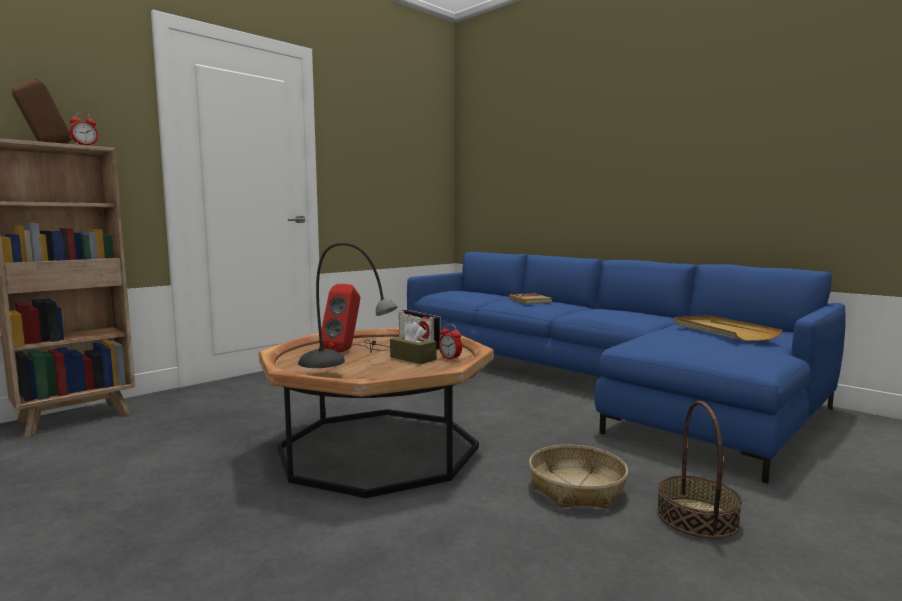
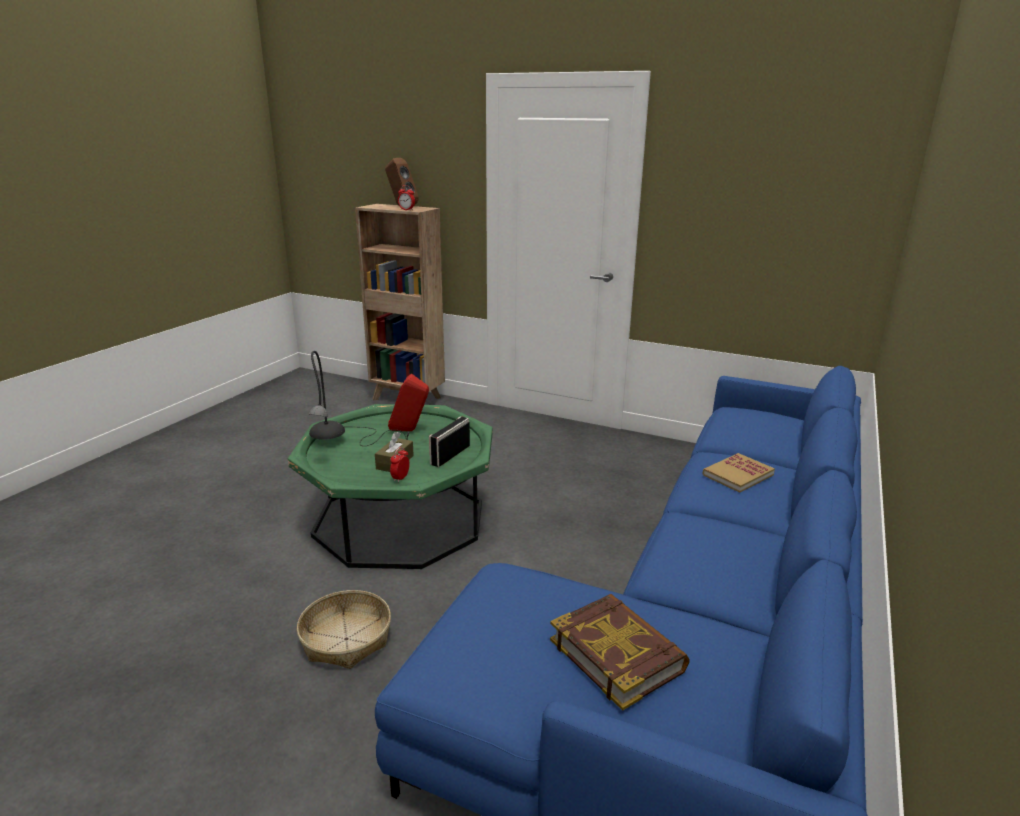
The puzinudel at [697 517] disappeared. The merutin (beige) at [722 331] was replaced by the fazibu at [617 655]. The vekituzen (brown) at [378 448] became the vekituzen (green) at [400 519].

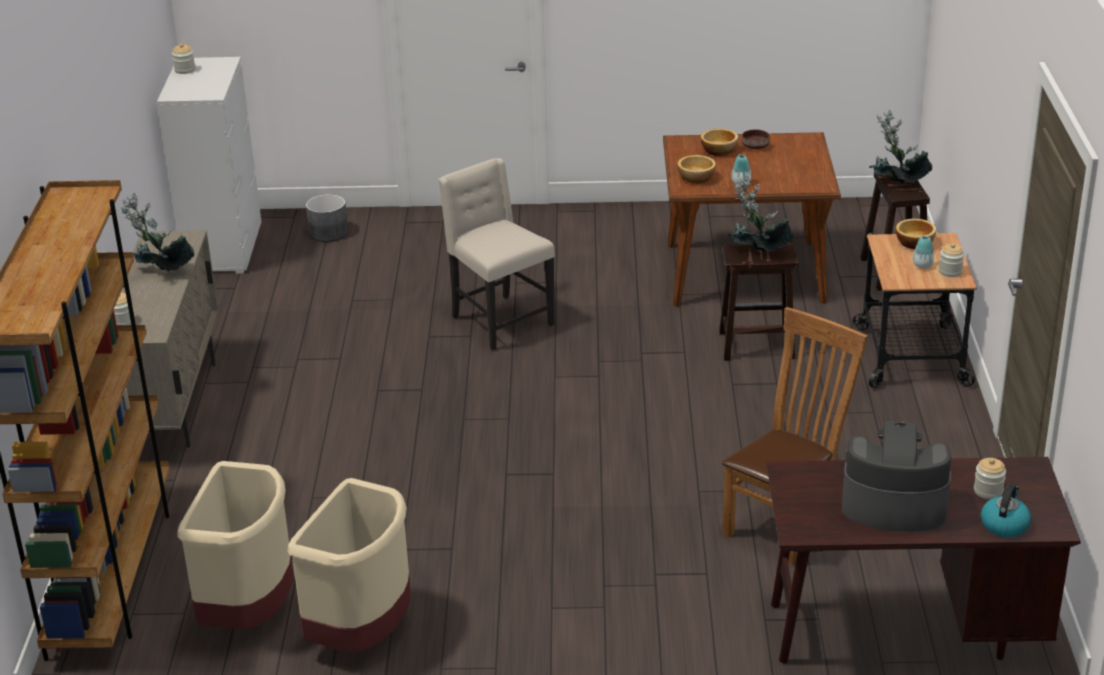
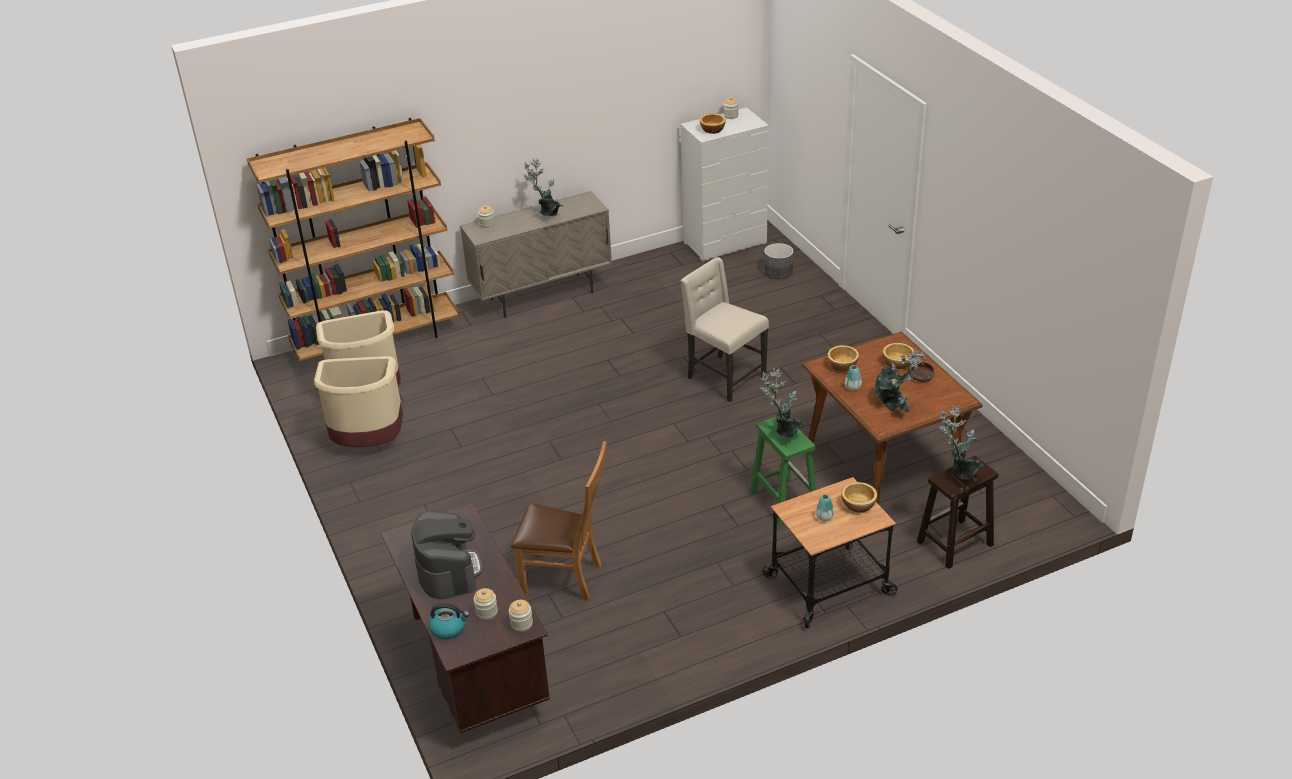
The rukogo at [712 129] appeared. The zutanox at [895 406] appeared. The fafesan moved from [950 271] to [521 624]. The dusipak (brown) at [755 345] became the dusipak (green) at [783 500]. The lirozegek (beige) at [499 321] turned 75 degrees counterclockwise.

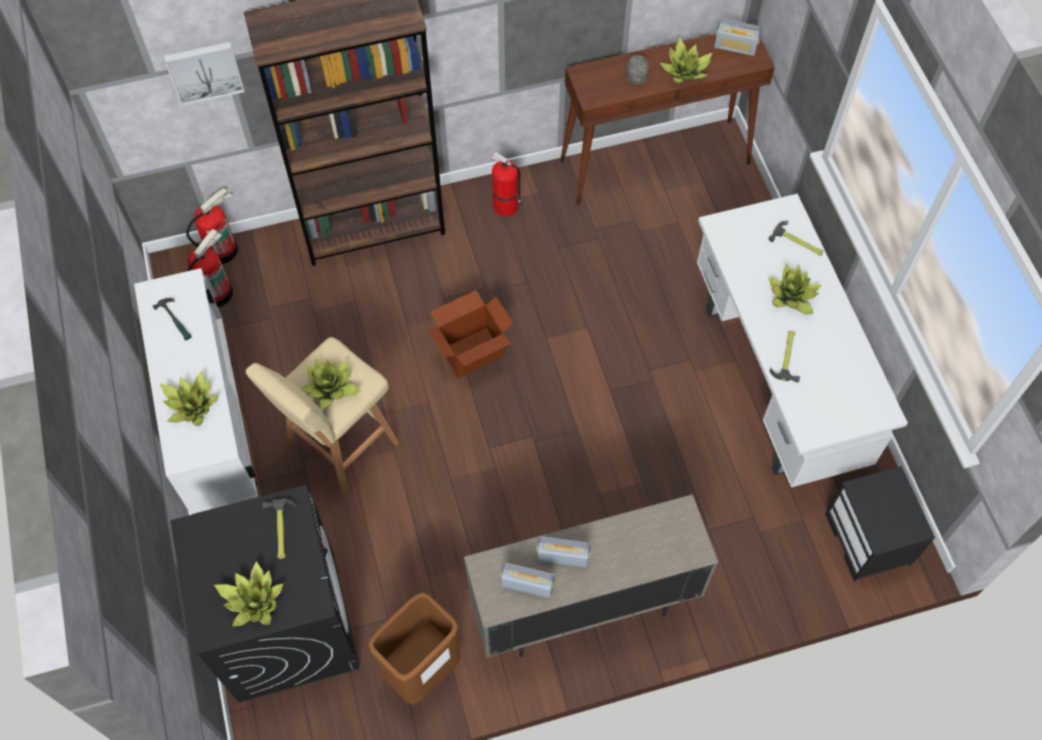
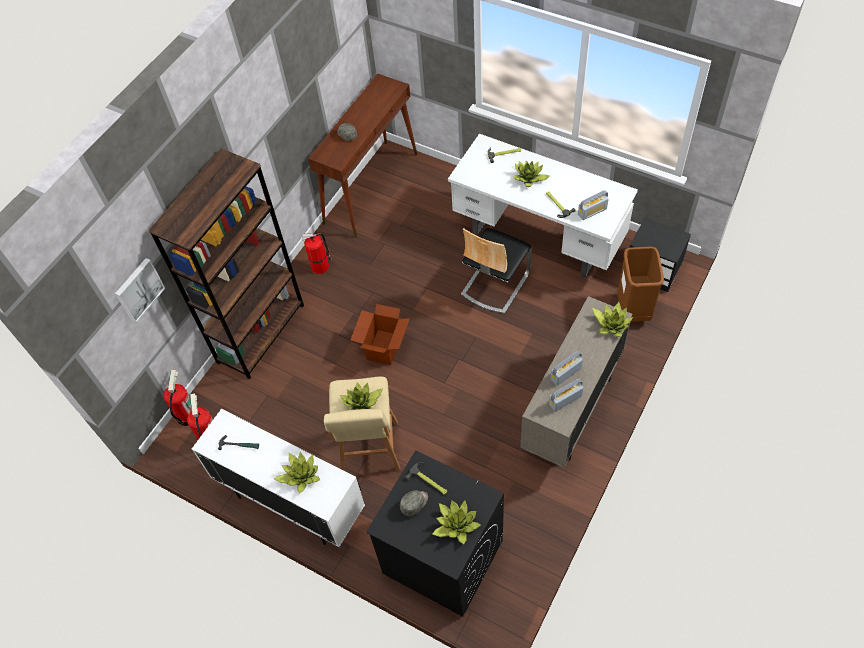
The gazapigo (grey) at [414 503] appeared. The lirozegek at [494 284] appeared. The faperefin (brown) moved from [422 670] to [633 310]. The zutanox moved from [685 70] to [611 324]. The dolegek moved from [735 47] to [592 211].

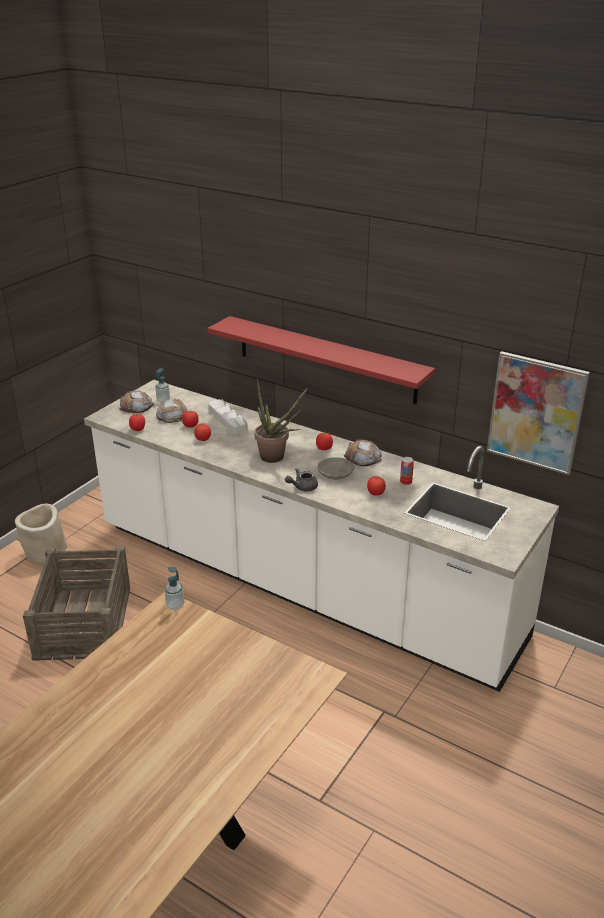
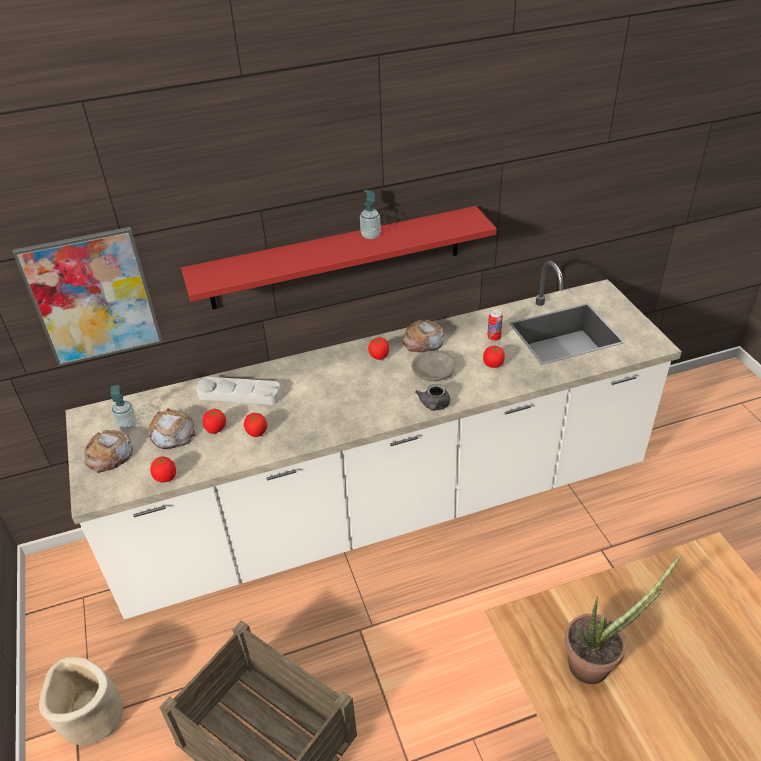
The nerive moved from [175 605] to [370 235]. The zutanox moved from [276 458] to [596 662]. The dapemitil moved from [536 412] to [92 297].

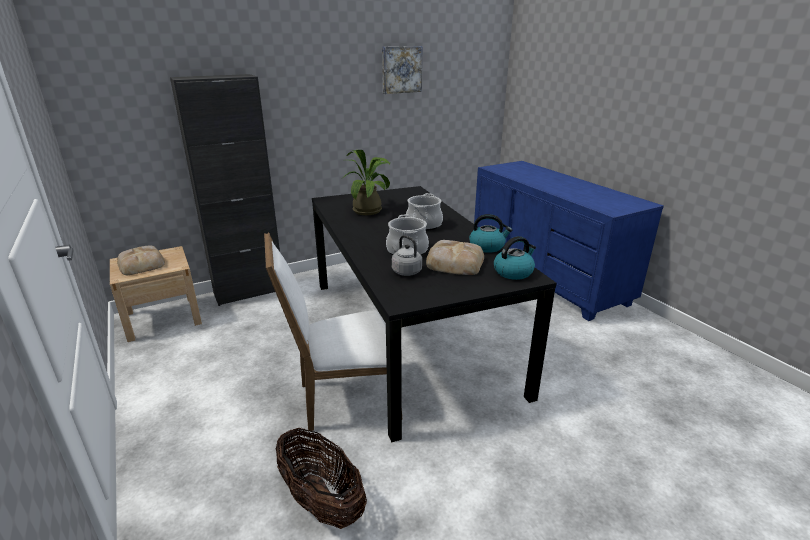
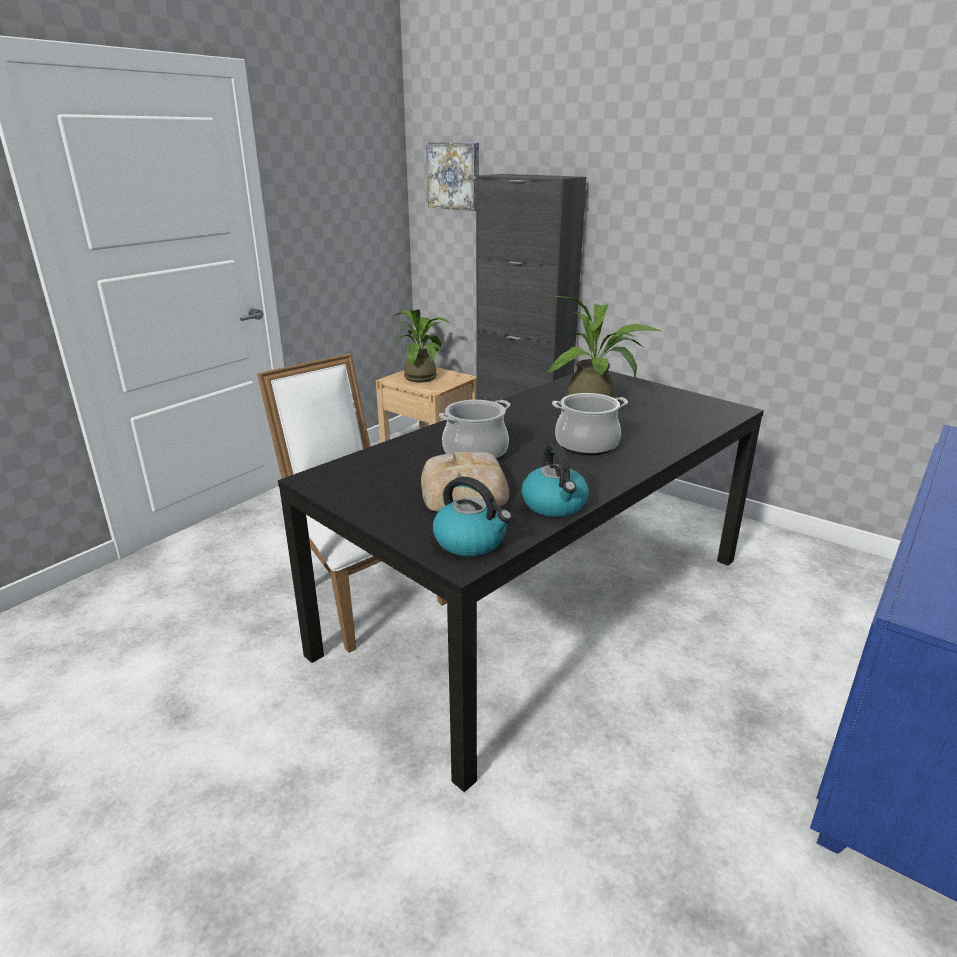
The puzinudel at [322 501] disappeared. The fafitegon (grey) at [405 271] disappeared. The dapemitil moved from [401 69] to [454 176]. The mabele at [142 264] was replaced by the zutanox at [422 376].

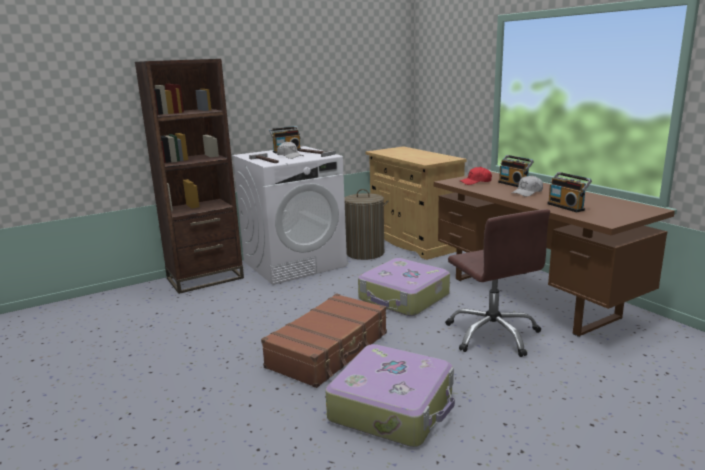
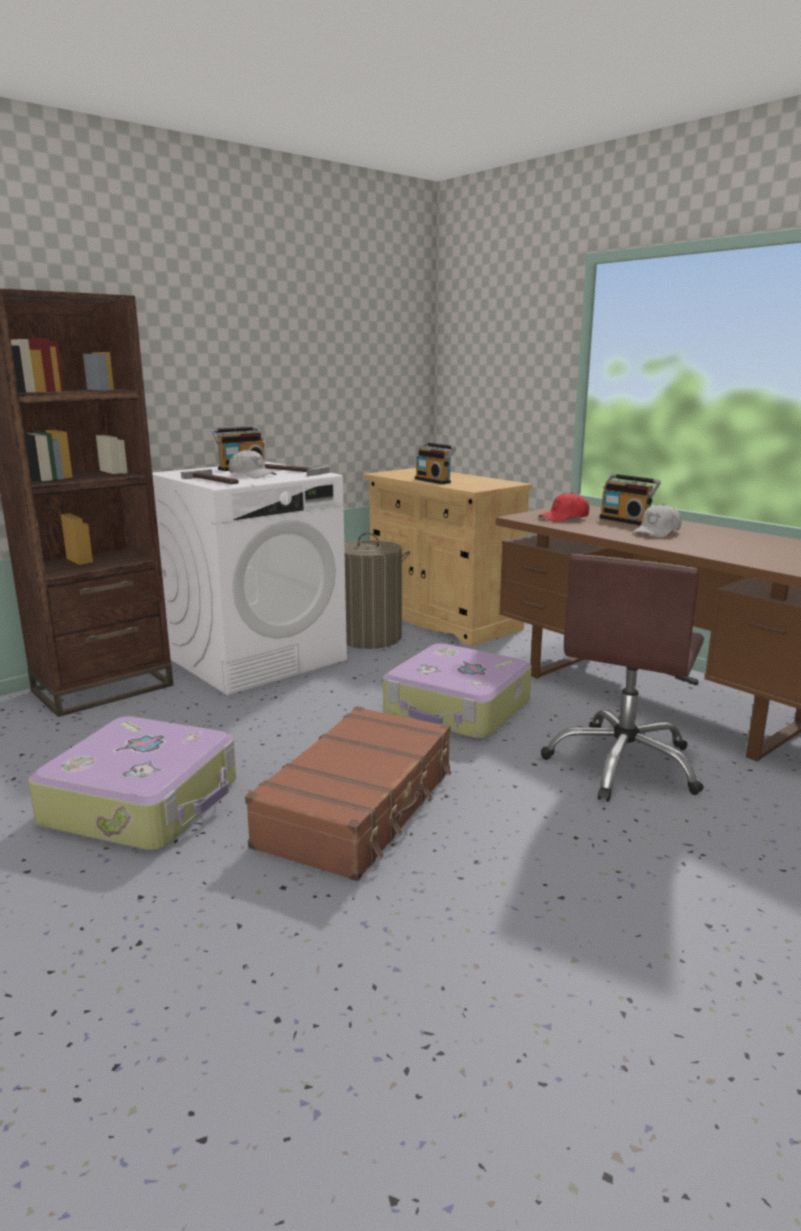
The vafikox moved from [393 407] to [144 802]. The dolegek moved from [567 207] to [434 481]. The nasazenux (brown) at [493 334] turned 60 degrees clockwise.

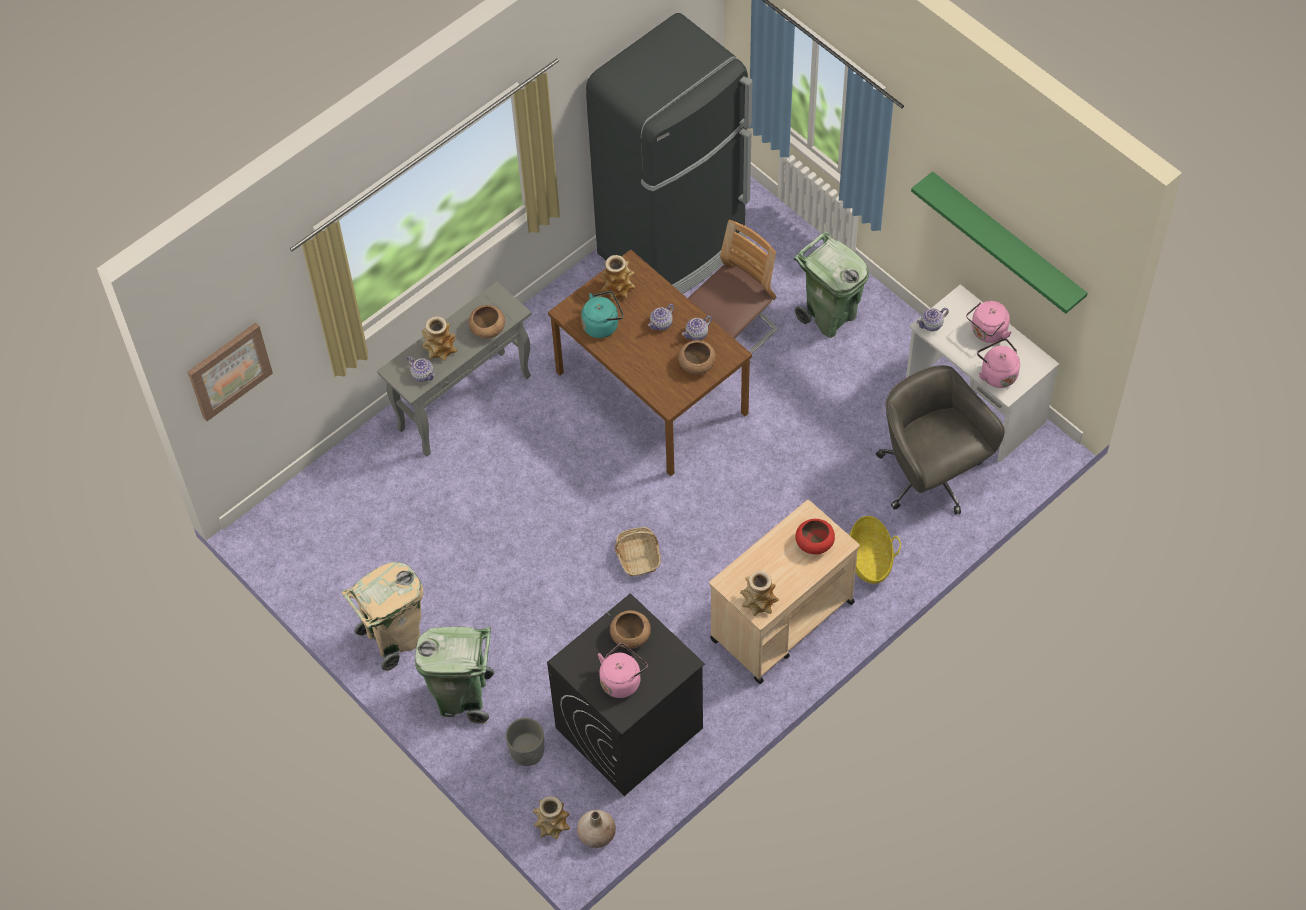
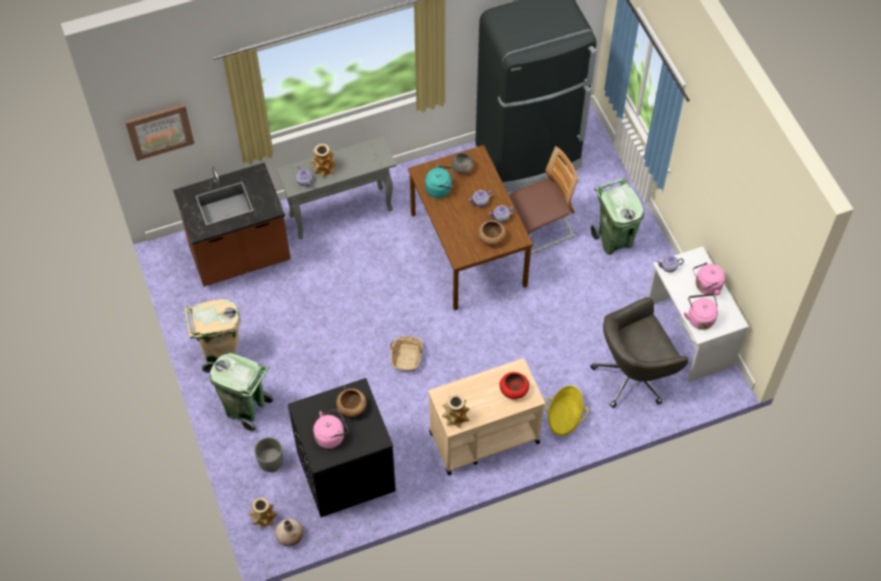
The rukogo (brown) at [487 329] disappeared. The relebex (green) at [1006 242] disappeared. The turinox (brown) at [240 257] appeared. The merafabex at [618 288] was replaced by the rukogo (grey) at [462 168]. The nasazenux (grey) at [930 477] turned 105 degrees counterclockwise.

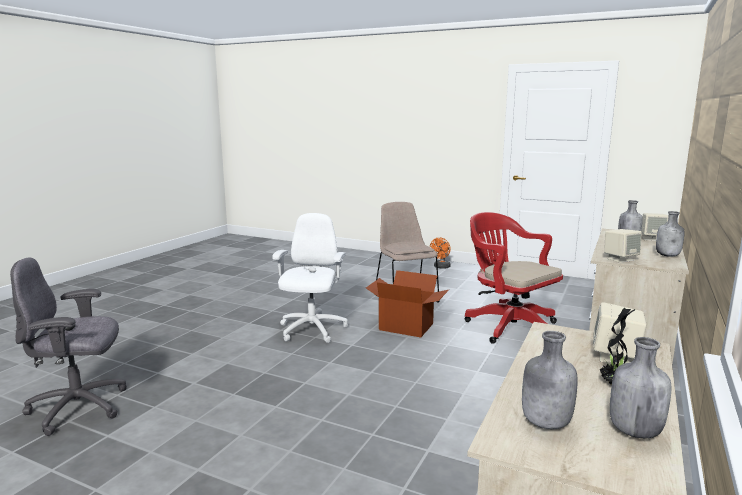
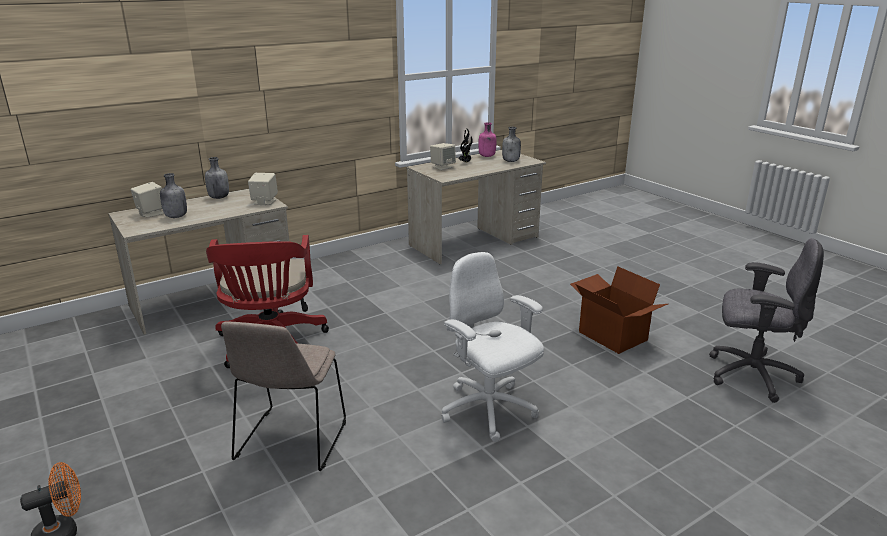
The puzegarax moved from [406 326] to [611 336]. The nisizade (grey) at [634 430] became the nisizade (pink) at [486 156]. The nasazenux (white) at [311 330] turned 105 degrees clockwise.

